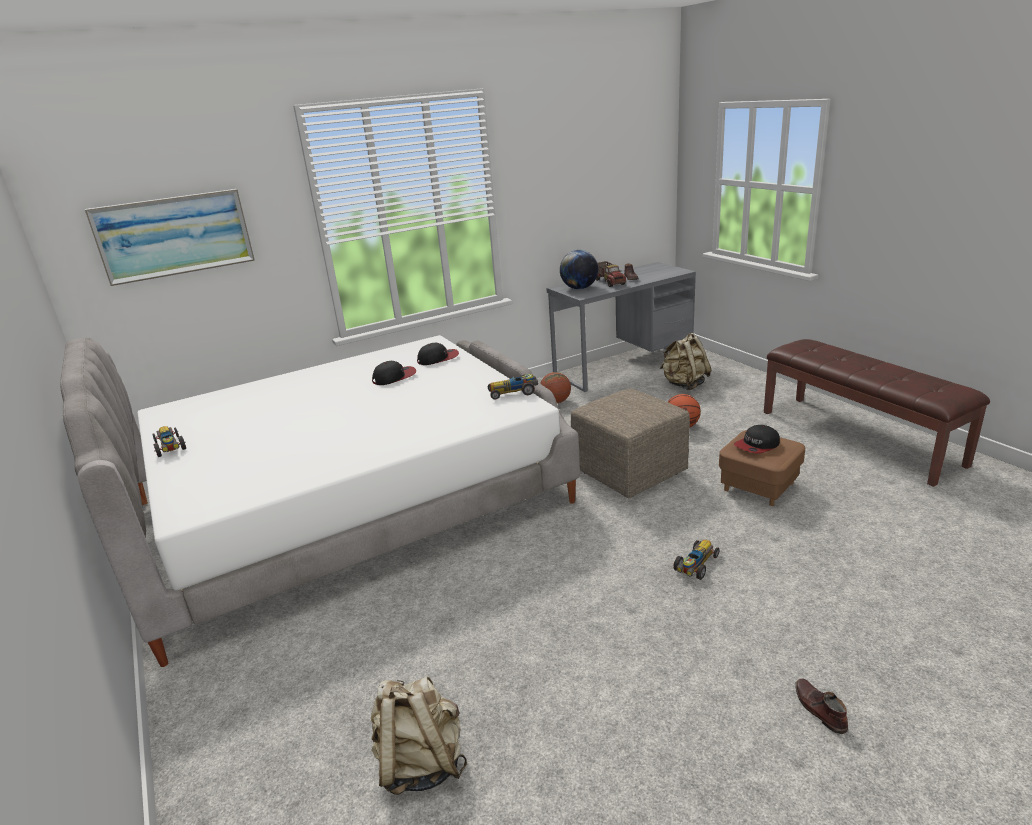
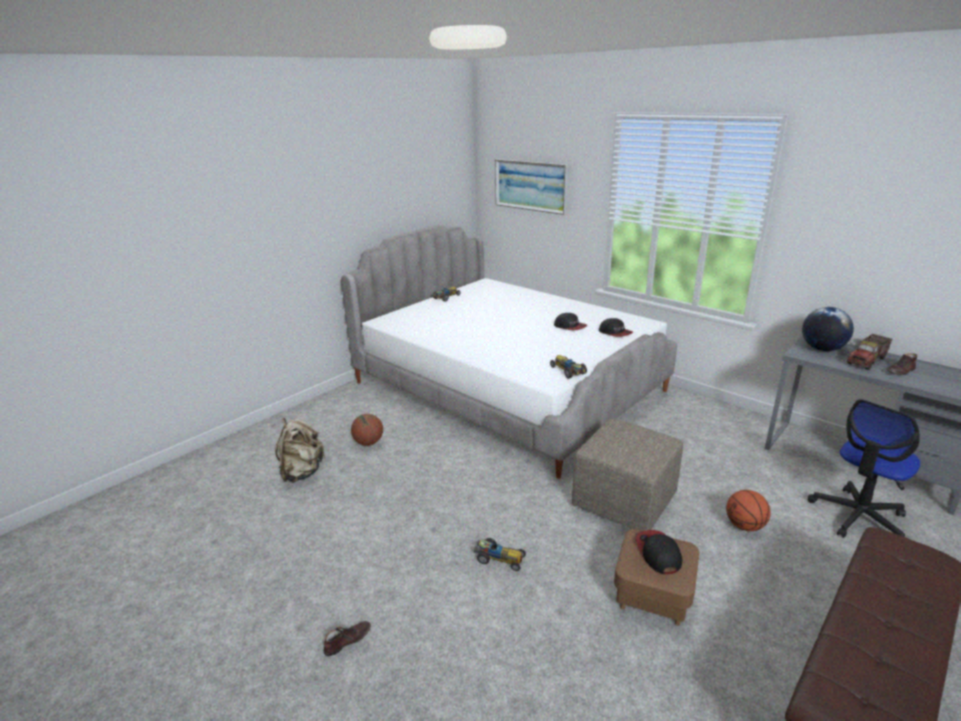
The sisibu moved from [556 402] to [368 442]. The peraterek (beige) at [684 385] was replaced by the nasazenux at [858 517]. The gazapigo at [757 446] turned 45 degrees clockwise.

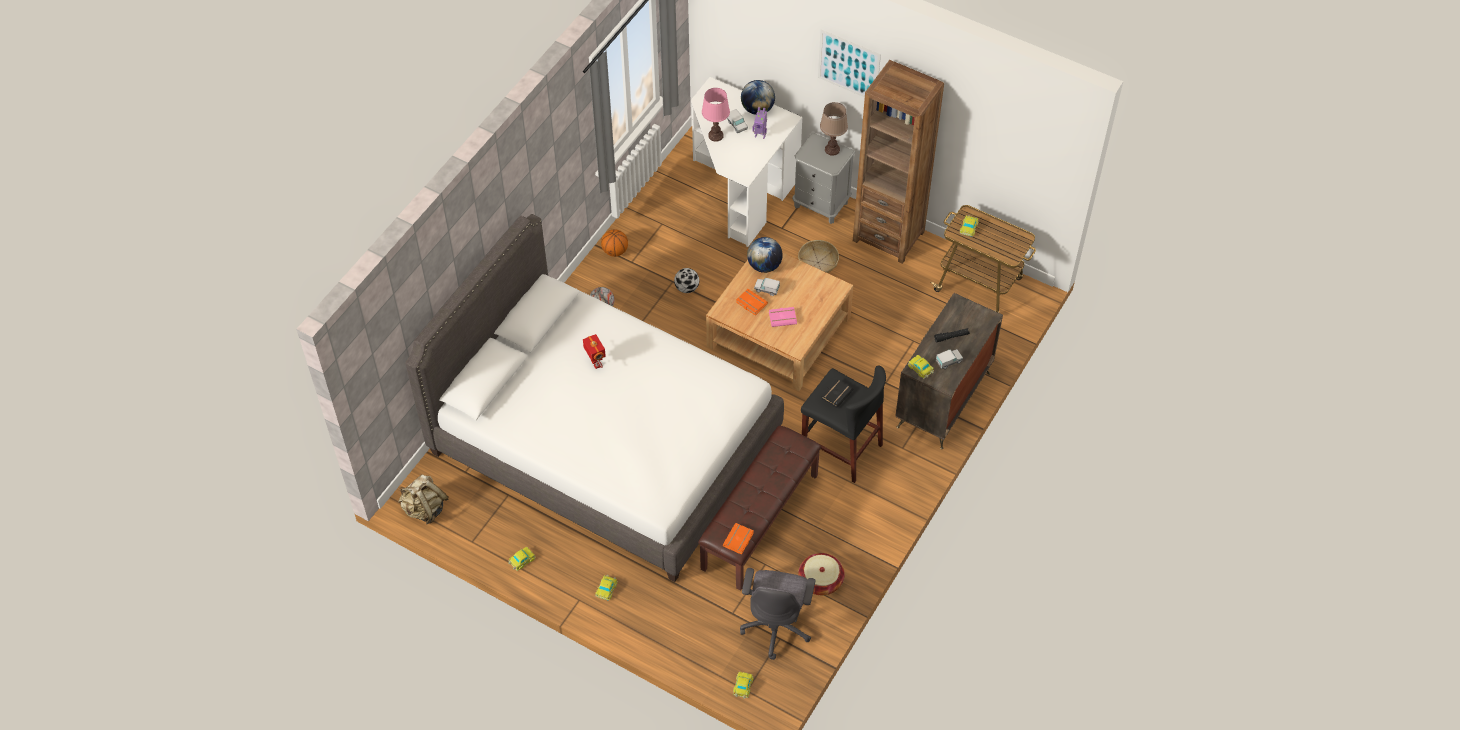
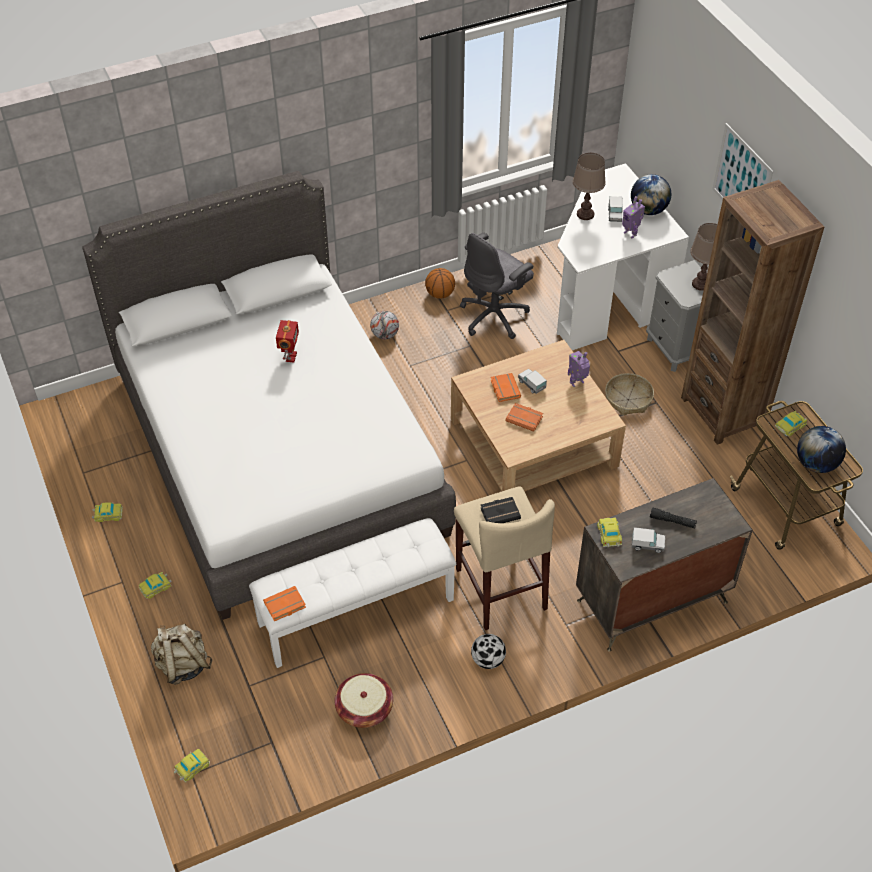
The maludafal at [577 383] appeared. The peraterek (beige) moved from [425 509] to [183 665]. The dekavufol moved from [686 288] to [487 660]. The nasazenux (grey) moved from [777 626] to [495 316]. The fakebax moved from [764 265] to [816 464]. The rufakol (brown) at [759 521] became the rufakol (white) at [356 610]. The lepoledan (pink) at [715 135] became the lepoledan (brown) at [585 214]. The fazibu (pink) at [783 318] became the fazibu (orange) at [525 419]. The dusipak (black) at [841 449] became the dusipak (beige) at [500 588].

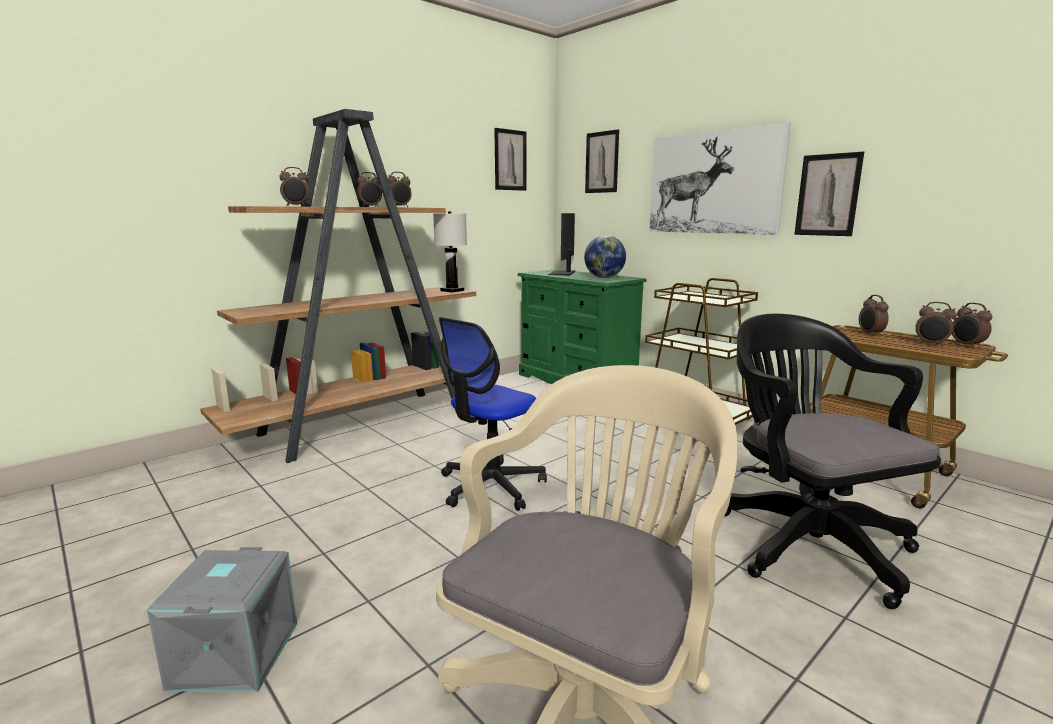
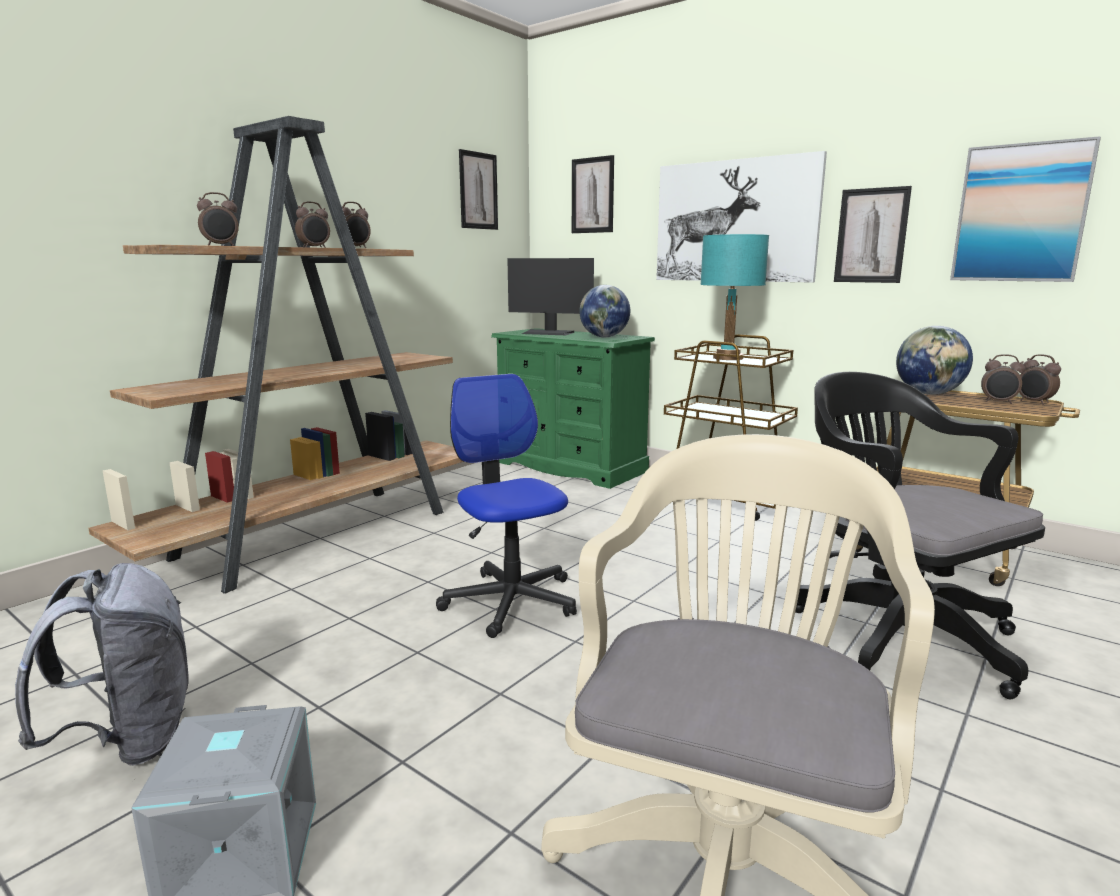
The lepoledan (white) at [452 290] disappeared. The peraterek (grey) at [129 740] appeared. The lepoledan (turquoise) at [727 358] appeared. The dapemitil at [1020 213] appeared. The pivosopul at [870 334] was replaced by the fakebax at [929 394]. The nasazenux at [491 486] turned 120 degrees clockwise. The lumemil at [562 273] turned 75 degrees counterclockwise.

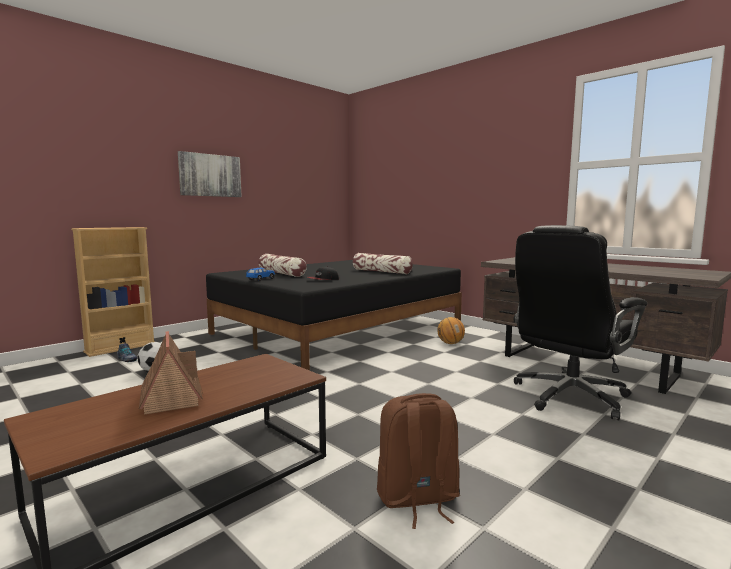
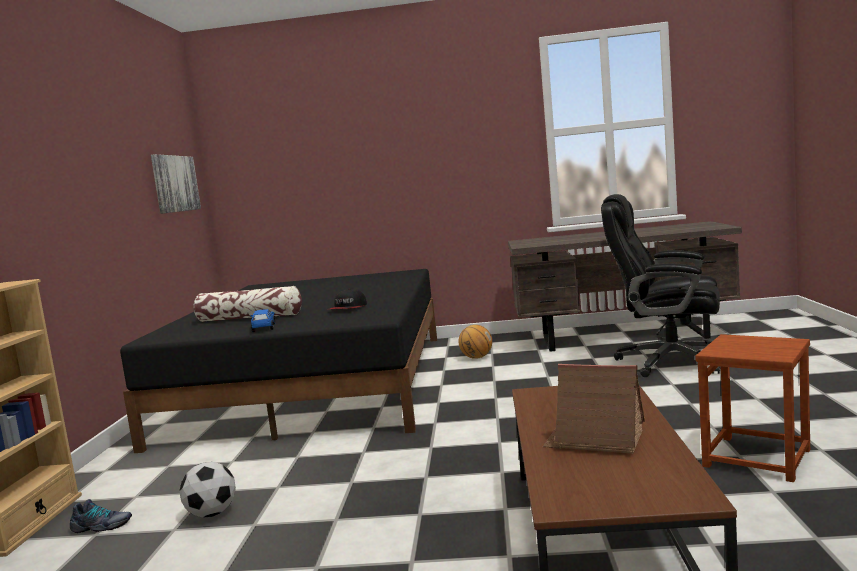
The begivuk at [382 271] disappeared. The dapemitil moved from [210 175] to [174 184]. The peraterek (brown) at [417 499] was replaced by the dusipak (brown) at [757 458]. The nasazenux (black) at [569 397] turned 105 degrees clockwise.

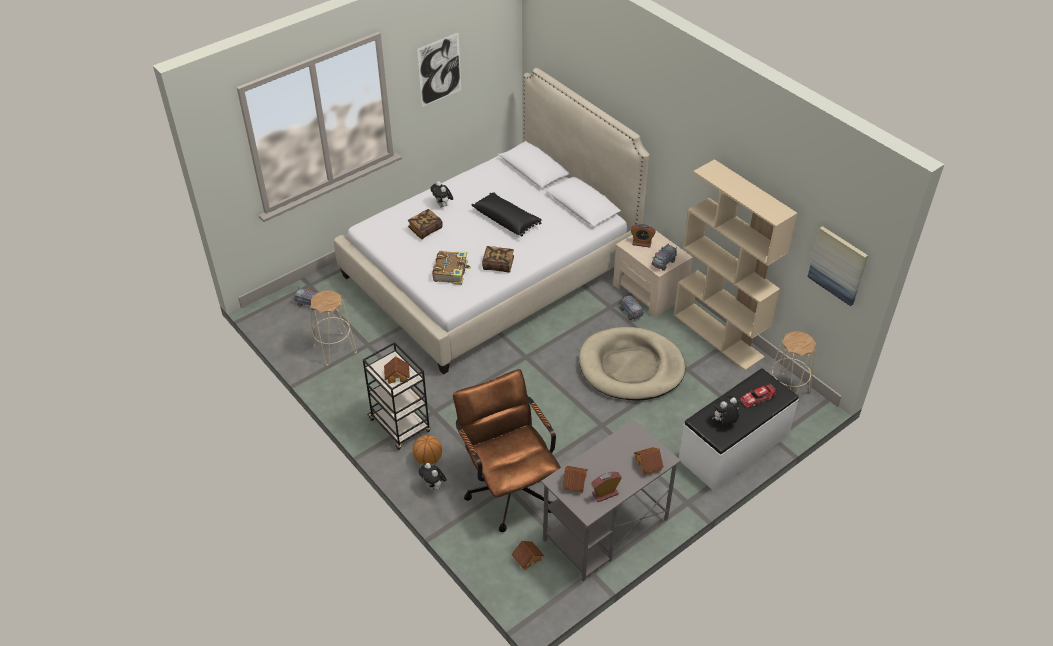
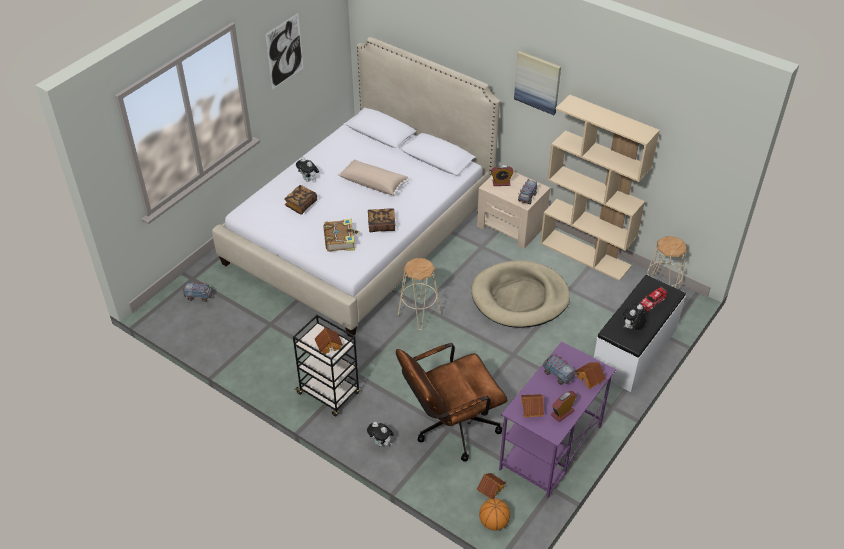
The dusipak (beige) moved from [334 349] to [419 314]. The sisibu moved from [428 459] to [493 522]. The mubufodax moved from [630 312] to [558 375]. The dapemitil moved from [838 265] to [537 82]. The begivuk (black) at [506 220] became the begivuk (beige) at [373 183]. The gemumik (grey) at [605 530] became the gemumik (purple) at [550 448]. The nasazenux (brown) at [508 487] turned 75 degrees counterclockwise.

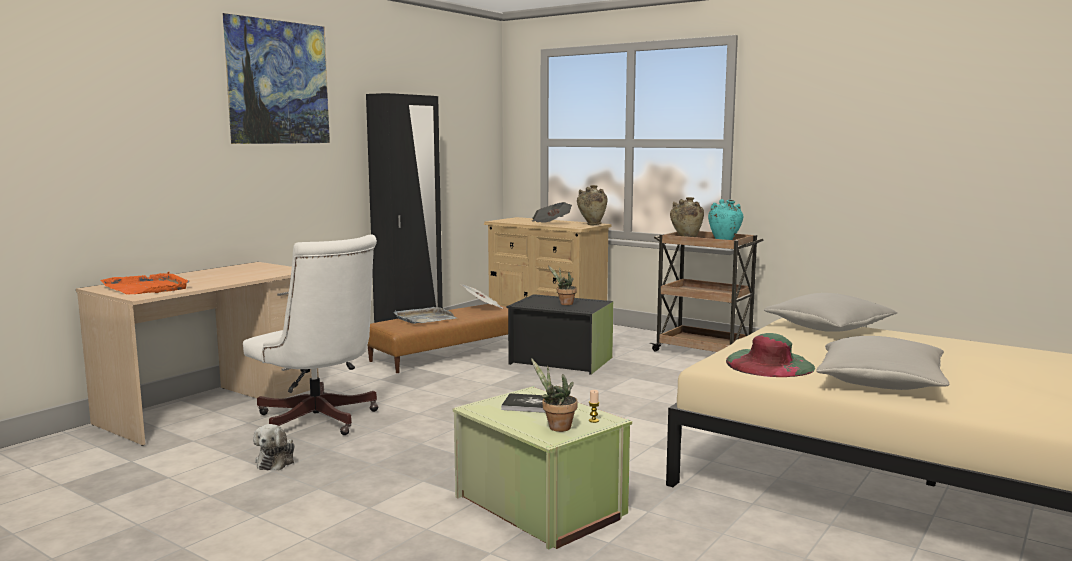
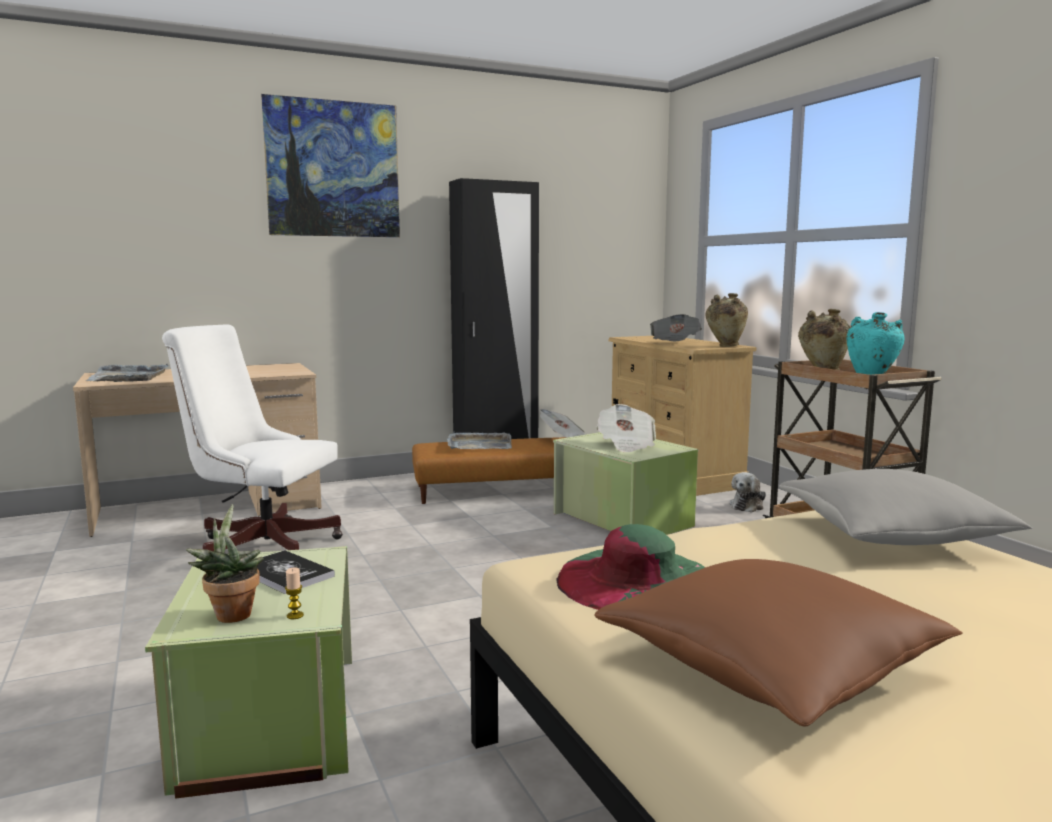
The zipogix moved from [276 461] to [748 506]. The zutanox at [564 304] was replaced by the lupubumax at [626 445]. The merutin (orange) at [147 288] became the merutin (grey) at [128 377]. The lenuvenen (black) at [561 360] became the lenuvenen (green) at [623 519]. The begivuk (grey) at [880 383] became the begivuk (brown) at [769 669]. The nasazenux (white) at [319 421] turned 120 degrees clockwise.

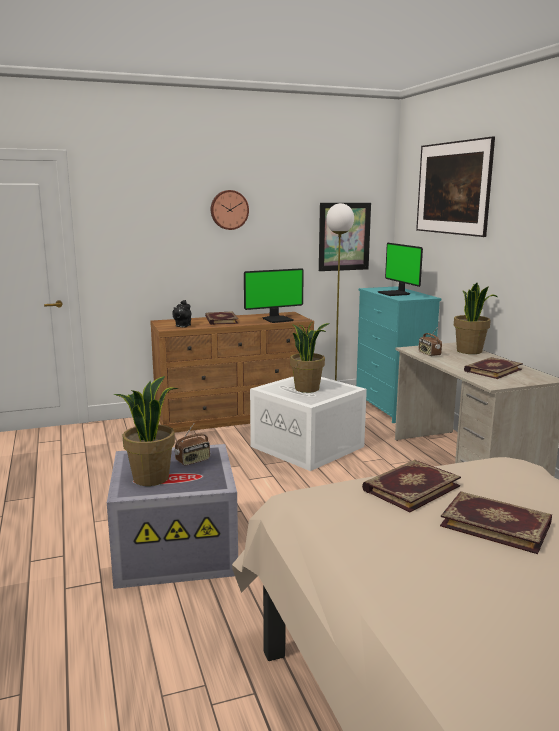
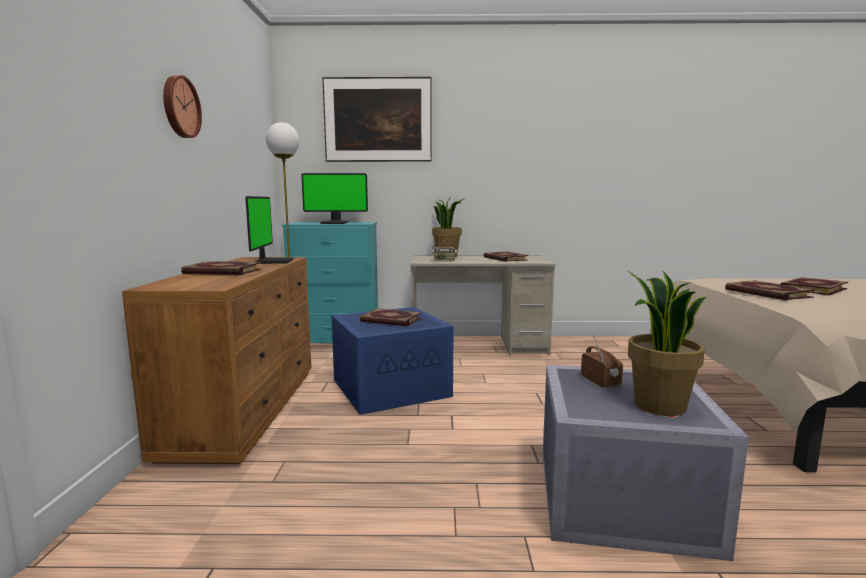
The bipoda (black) at [182 326] disappeared. The dapemitil at [344 236] disappeared. The zutanox at [307 389] was replaced by the fazibu at [390 320]. The lenuvenen (white) at [309 446] became the lenuvenen (blue) at [391 387].

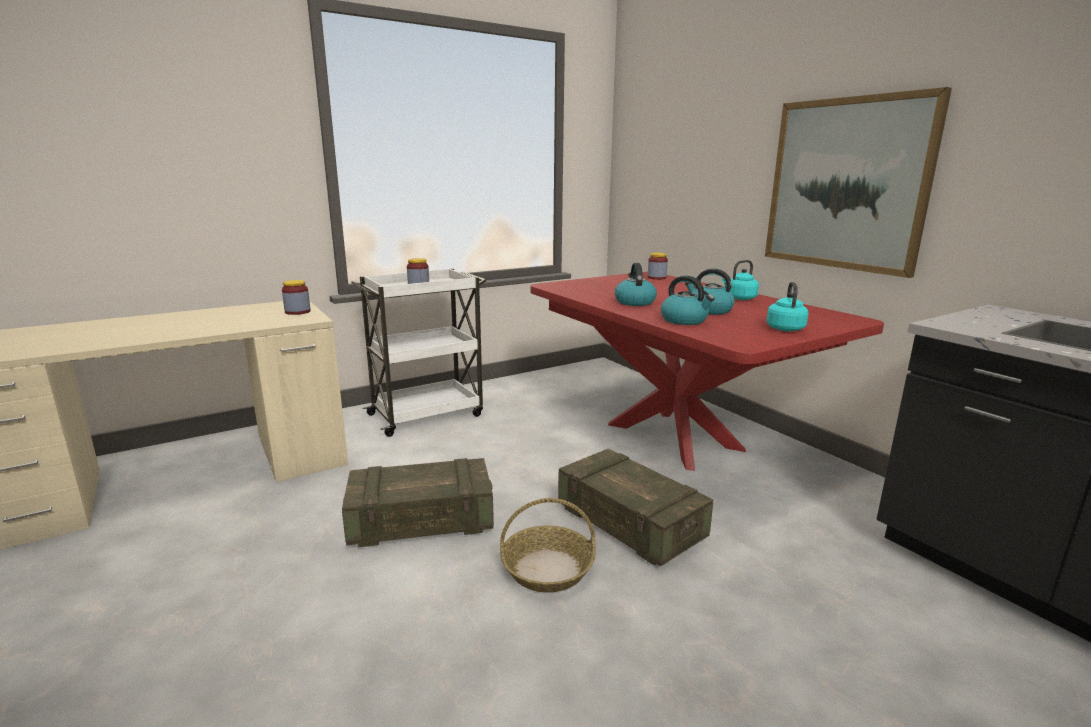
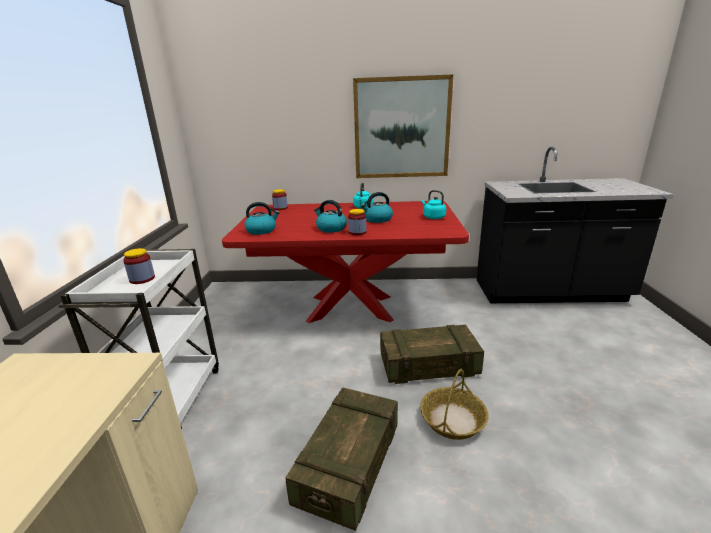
The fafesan moved from [297 312] to [357 232]. The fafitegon moved from [685 320] to [262 230].

